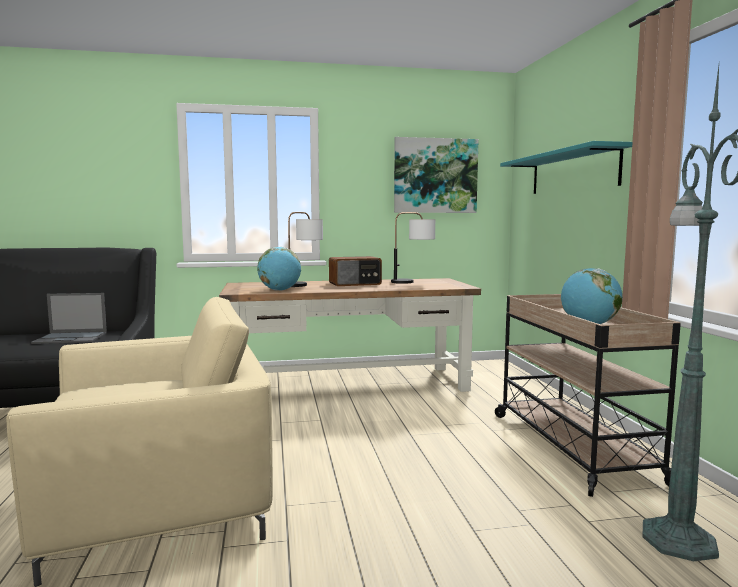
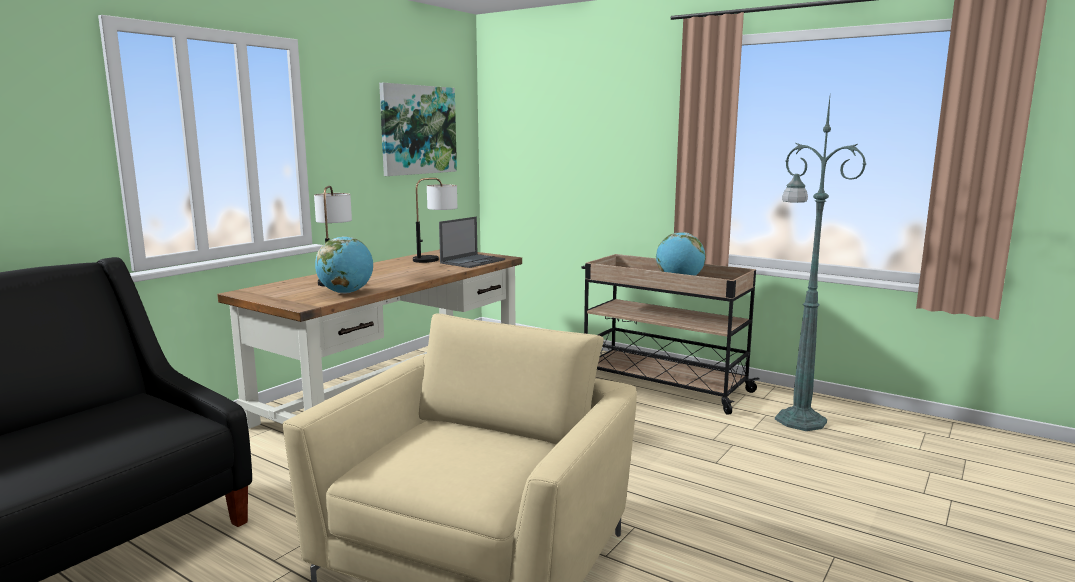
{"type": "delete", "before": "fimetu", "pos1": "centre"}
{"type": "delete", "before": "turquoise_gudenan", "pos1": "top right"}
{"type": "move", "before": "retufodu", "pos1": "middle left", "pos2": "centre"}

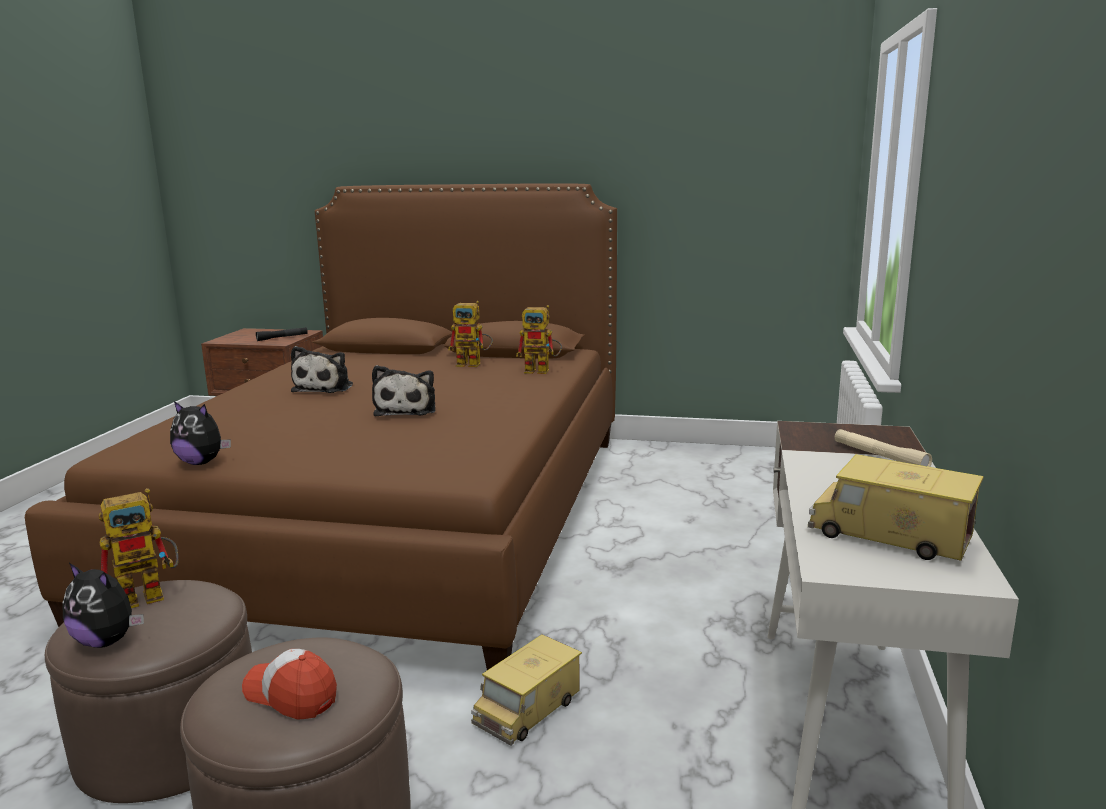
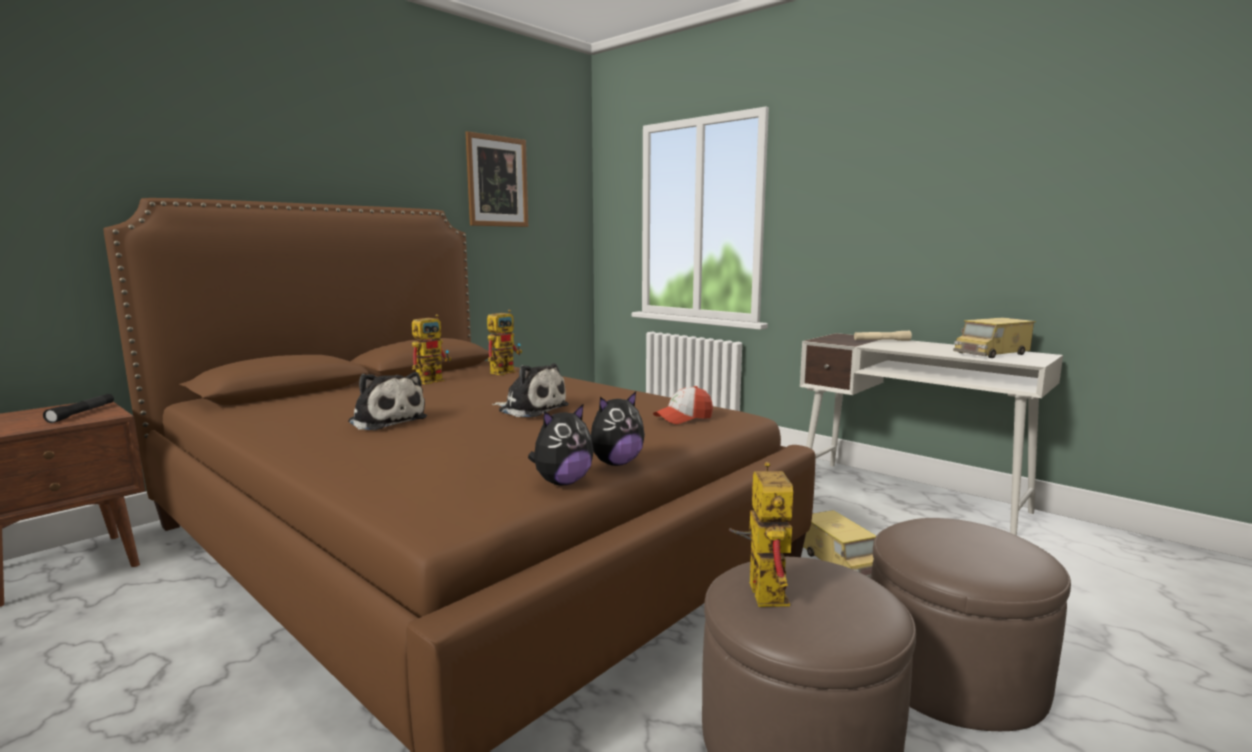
{"type": "insert", "after": "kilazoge", "pos2": "top centre"}
{"type": "move", "before": "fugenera (1st from left in the first image)", "after": "fugenera (4th from left)", "pos1": "bottom left", "pos2": "centre"}
{"type": "move", "before": "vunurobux", "pos1": "bottom left", "pos2": "centre"}

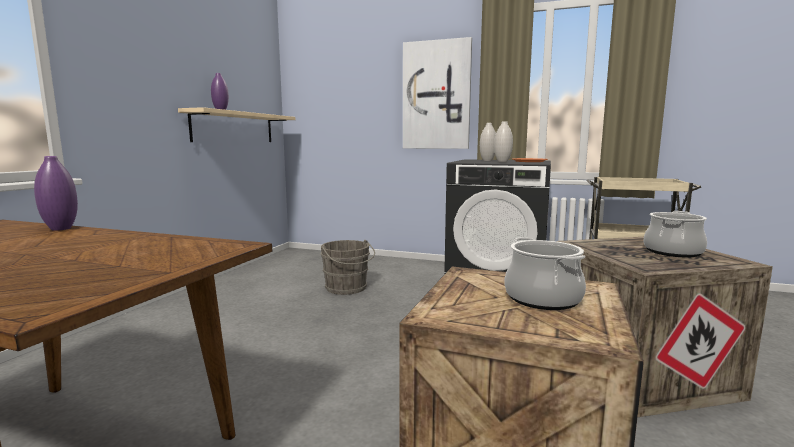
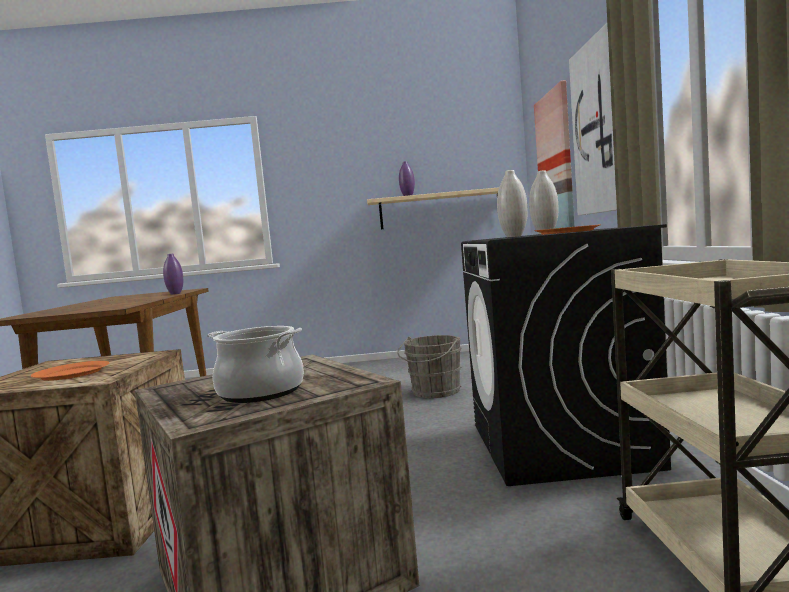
{"type": "insert", "after": "kilazoge (1st from left)", "pos2": "top right"}
{"type": "replace", "before": "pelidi (1st from left)", "after": "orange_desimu (1st from left)", "pos1": "middle right", "pos2": "middle left"}

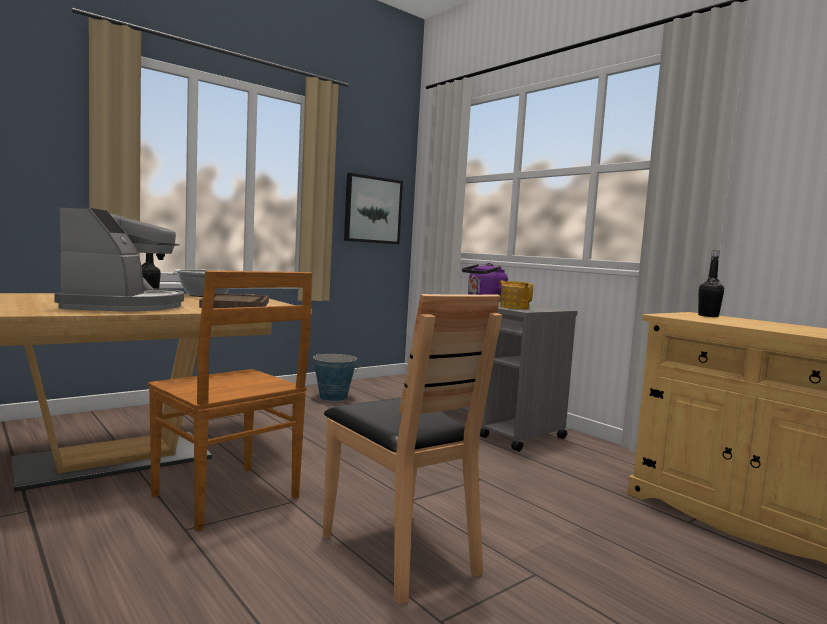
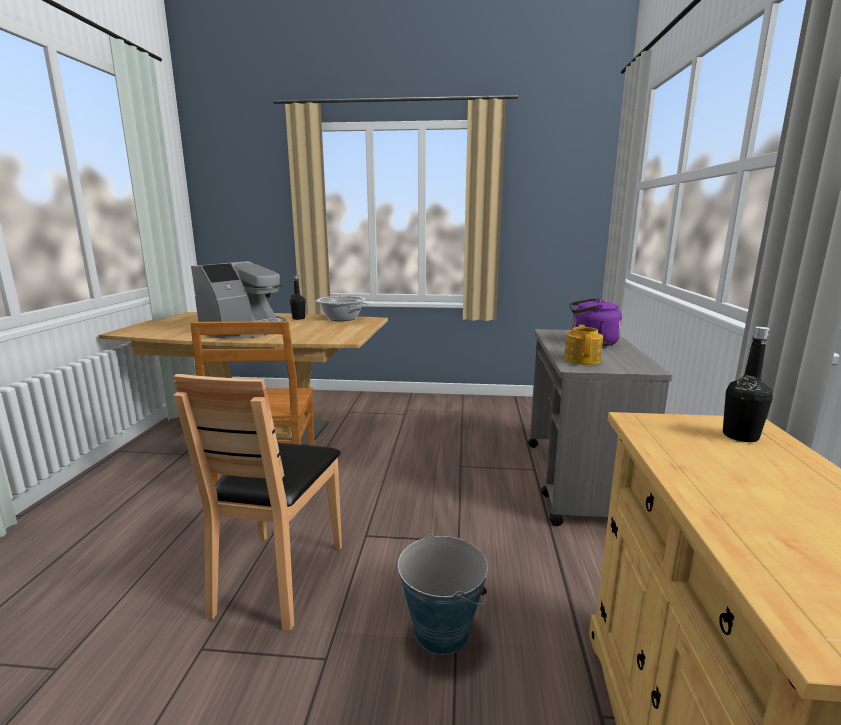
{"type": "delete", "before": "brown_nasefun", "pos1": "middle left"}
{"type": "delete", "before": "kilazoge", "pos1": "centre"}
{"type": "move", "before": "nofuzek", "pos1": "centre", "pos2": "bottom centre"}

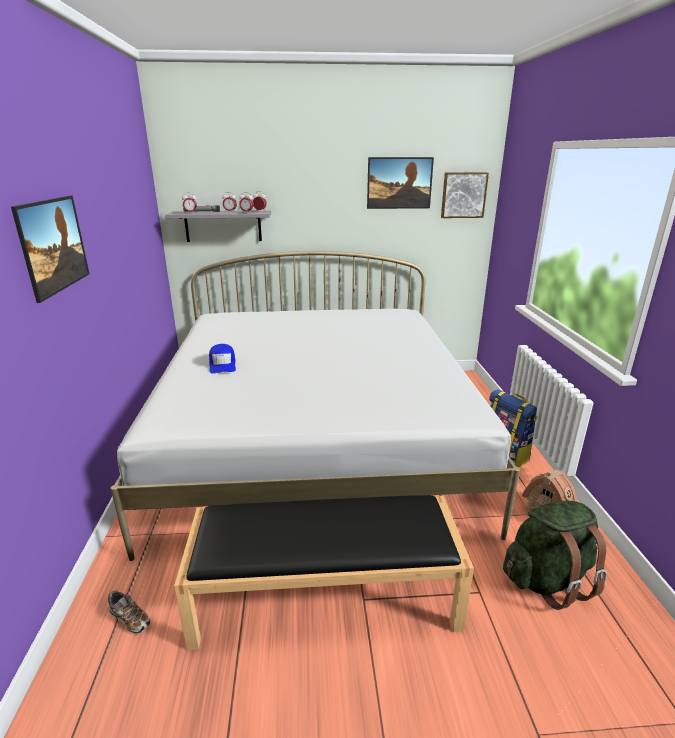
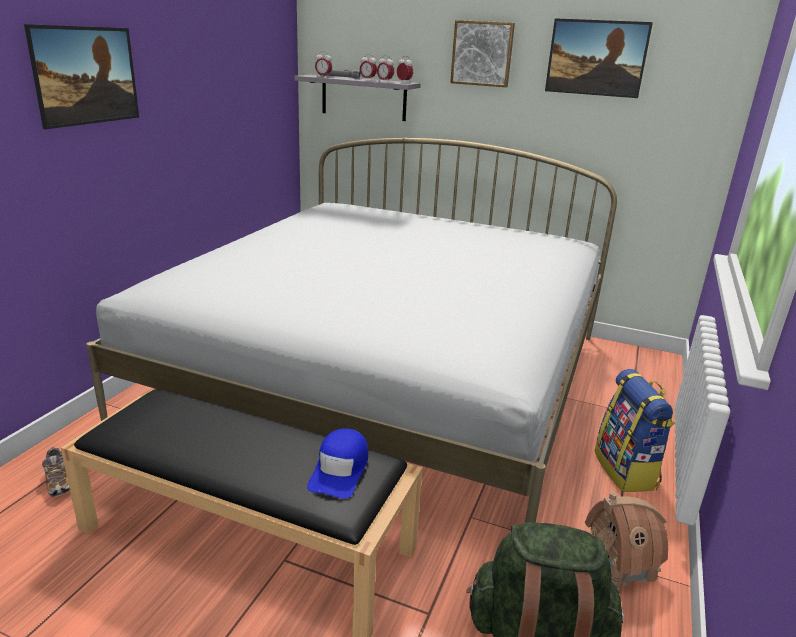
{"type": "move", "before": "blue_vunurobux", "pos1": "middle left", "pos2": "bottom centre"}
{"type": "move", "before": "kilazoge (3rd from left in the first image)", "after": "kilazoge (2nd from left)", "pos1": "top right", "pos2": "top centre"}

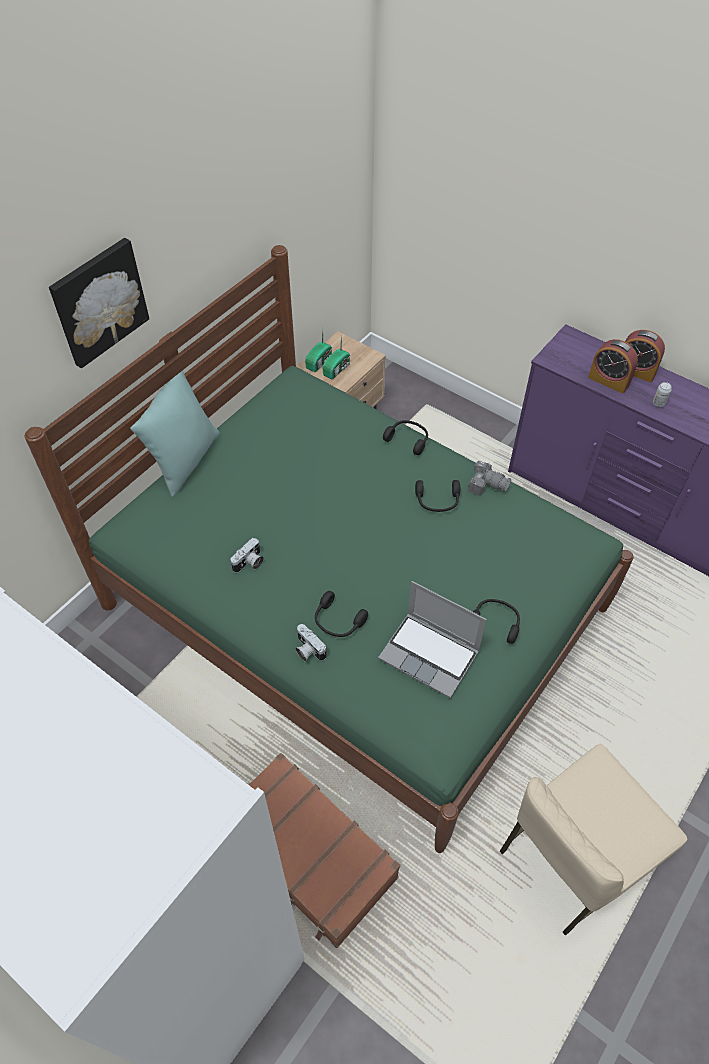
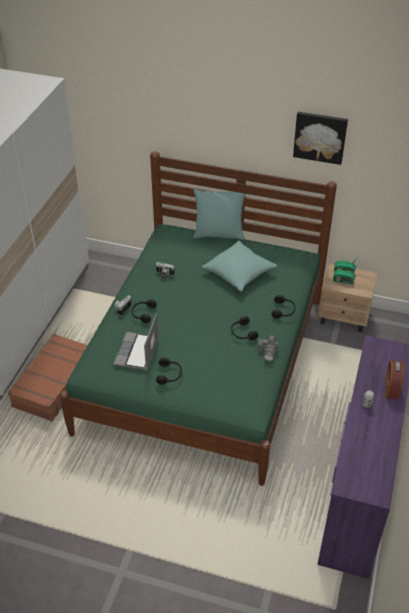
{"type": "delete", "before": "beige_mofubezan", "pos1": "bottom right"}
{"type": "delete", "before": "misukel (1st from left)", "pos1": "middle right"}
{"type": "insert", "after": "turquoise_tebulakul (2nd from left)", "pos2": "centre"}
{"type": "move", "before": "kilazoge", "pos1": "top left", "pos2": "top right"}

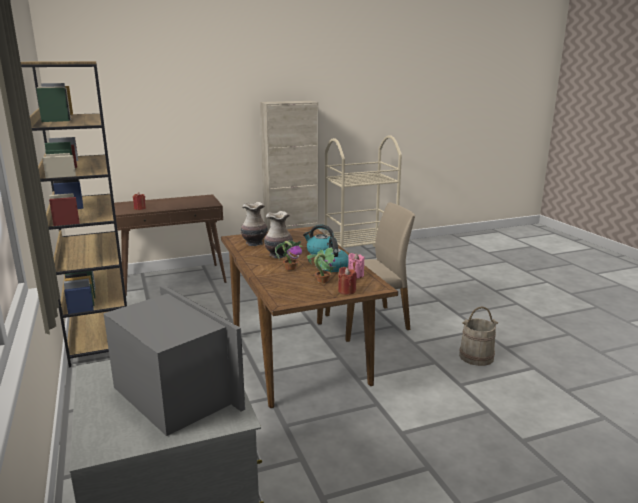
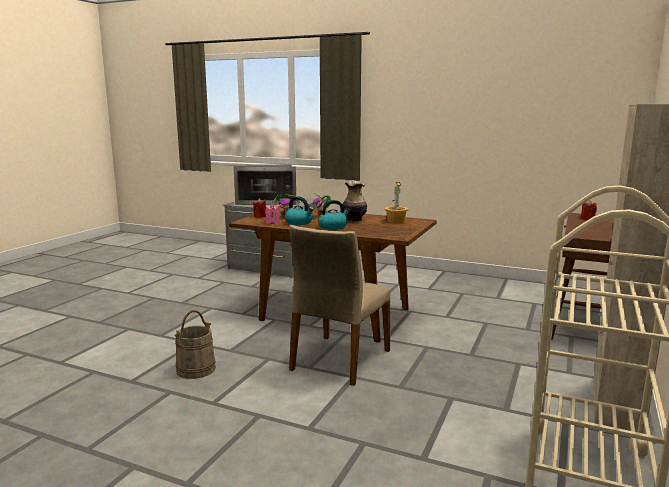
{"type": "delete", "before": "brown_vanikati", "pos1": "middle left"}
{"type": "replace", "before": "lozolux (1st from left)", "after": "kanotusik (3rd from left)", "pos1": "centre", "pos2": "centre"}

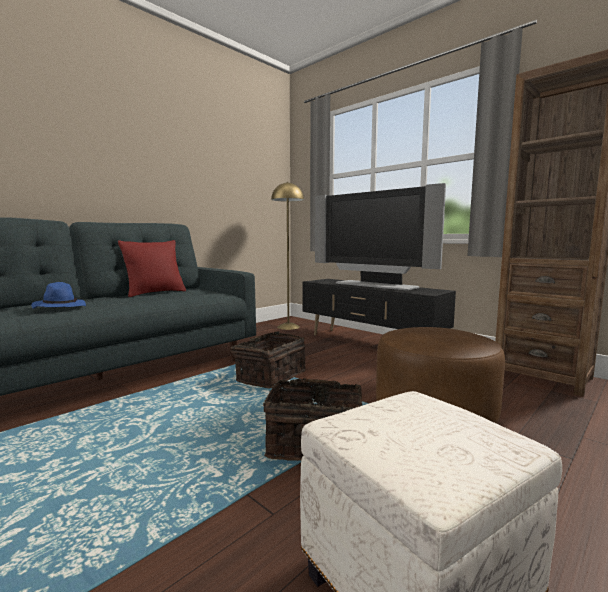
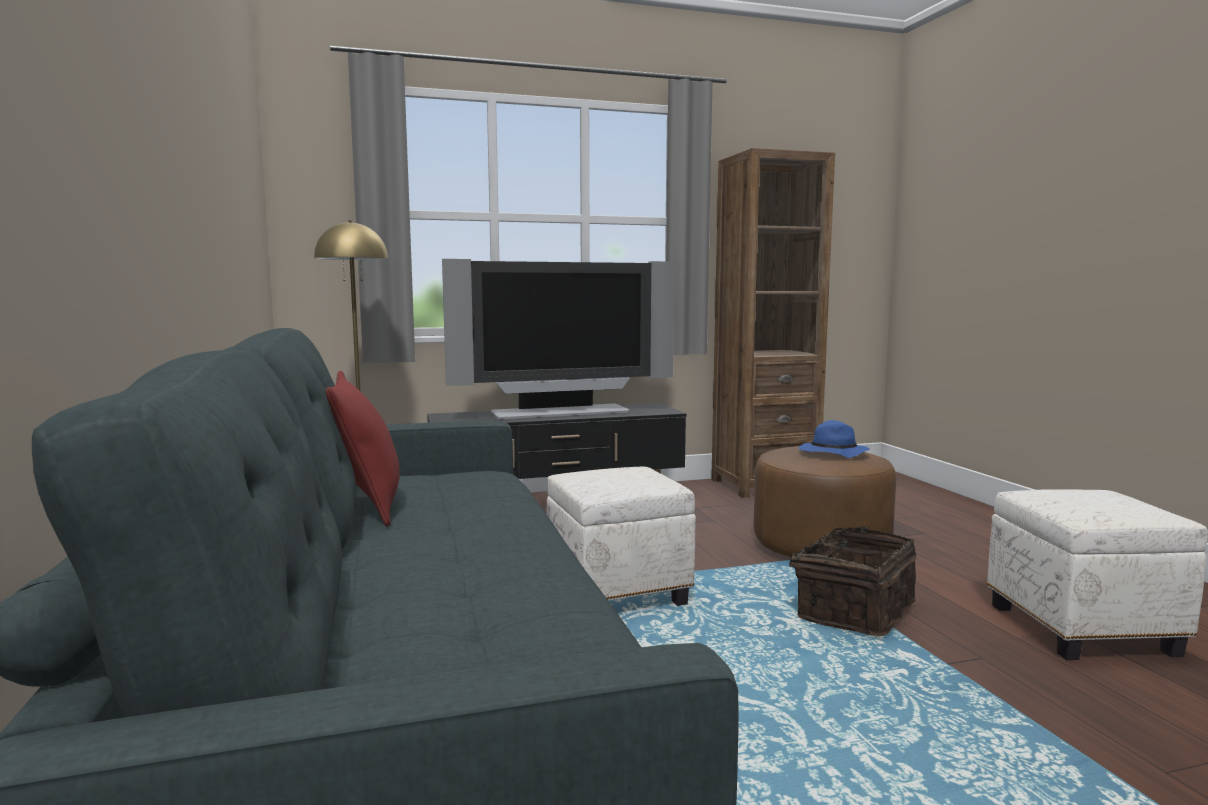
{"type": "move", "before": "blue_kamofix", "pos1": "middle left", "pos2": "middle right"}
{"type": "replace", "before": "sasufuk (1st from left)", "after": "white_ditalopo (1st from left)", "pos1": "centre", "pos2": "centre"}

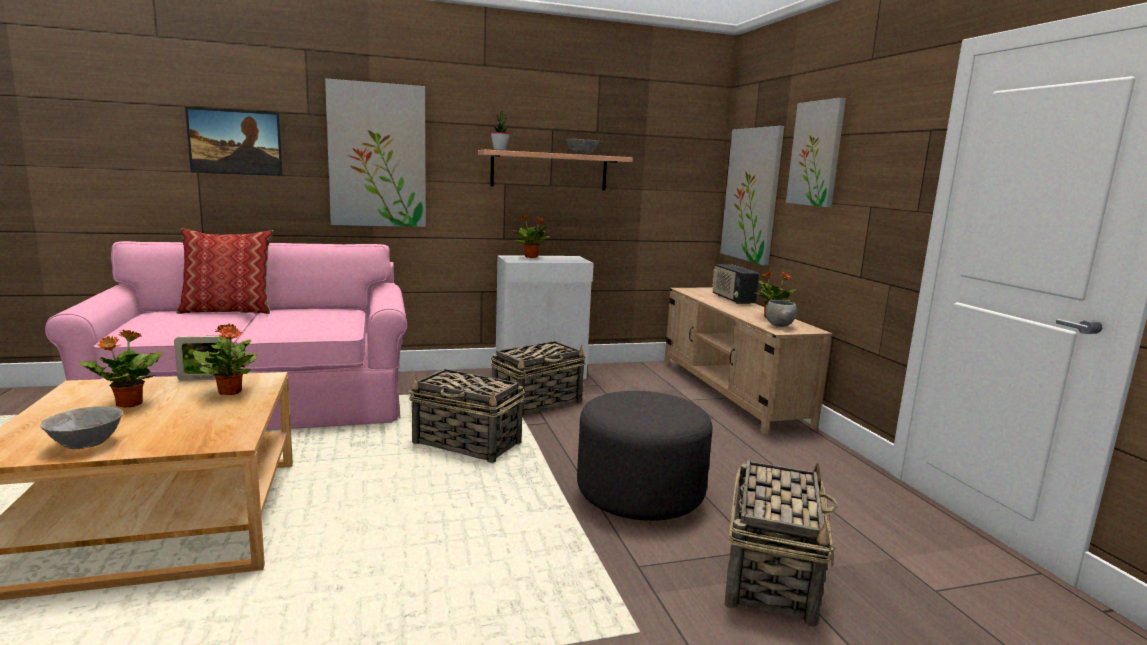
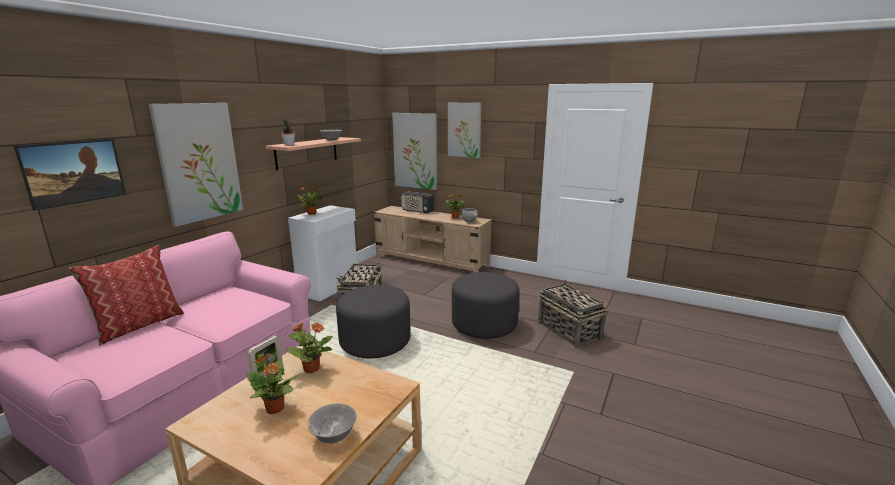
{"type": "replace", "before": "sasufuk (1st from left)", "after": "grey_ditalopo (1st from left)", "pos1": "centre", "pos2": "centre"}

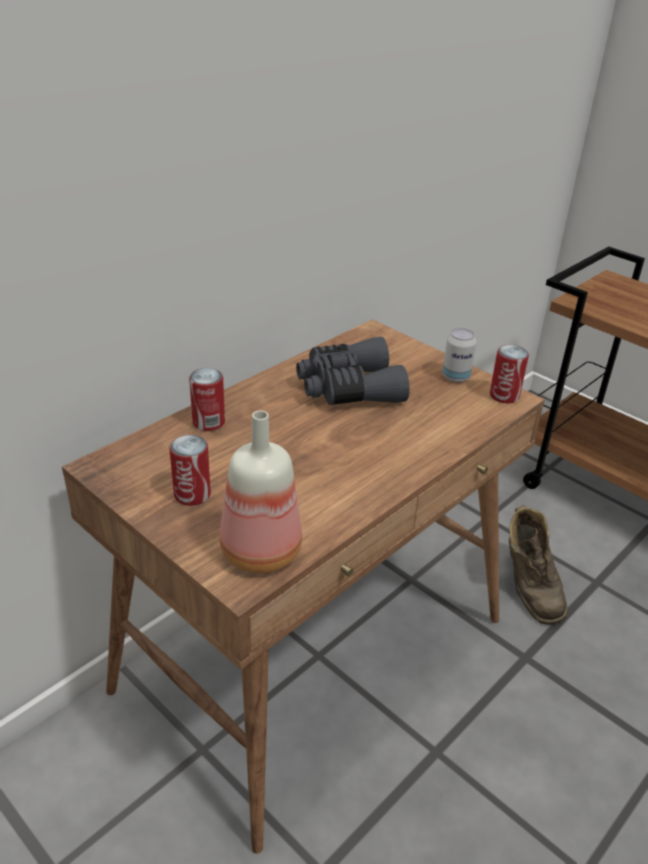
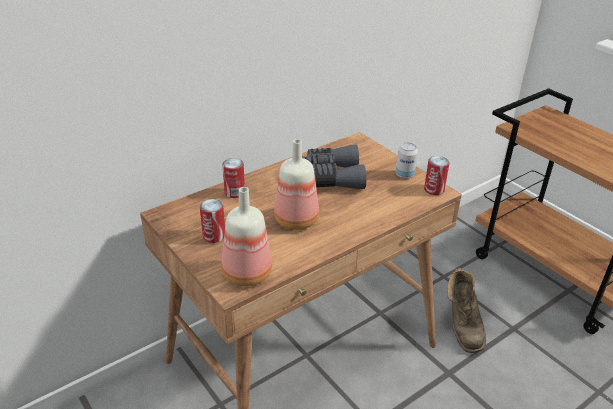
{"type": "insert", "after": "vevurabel (2nd from left)", "pos2": "centre"}

